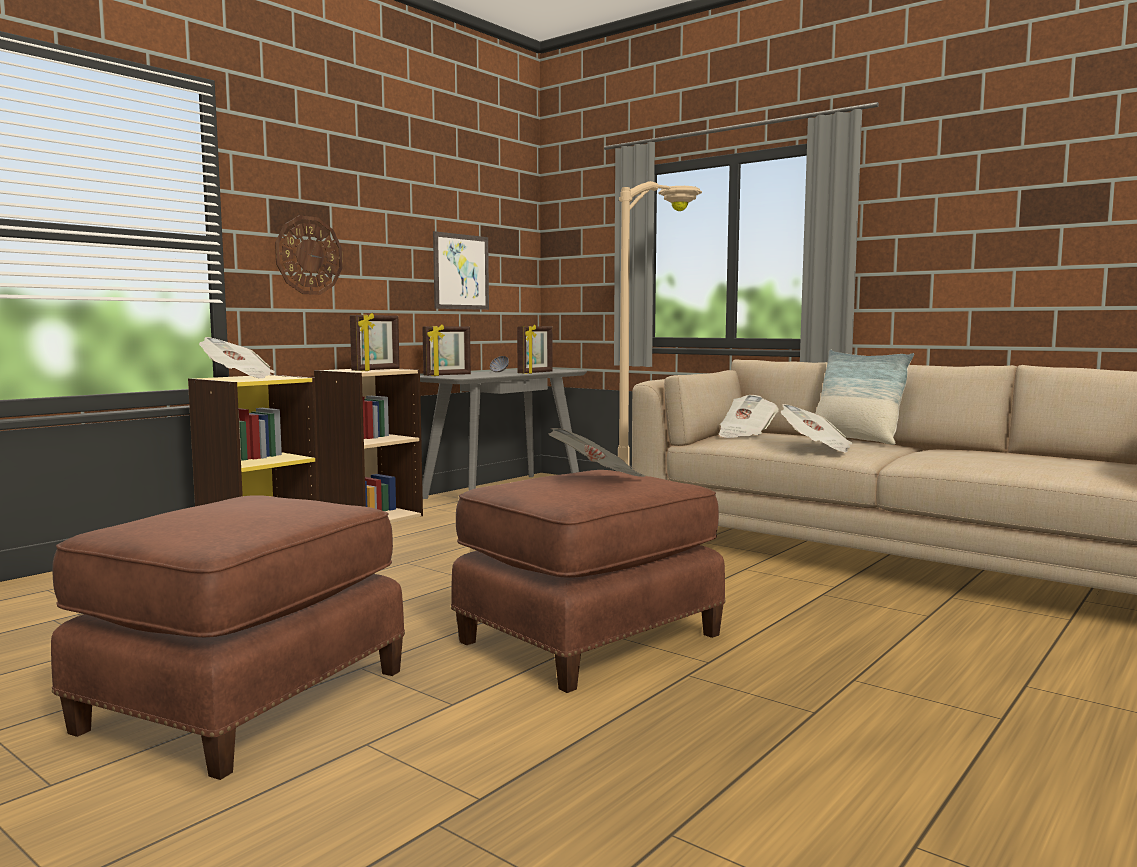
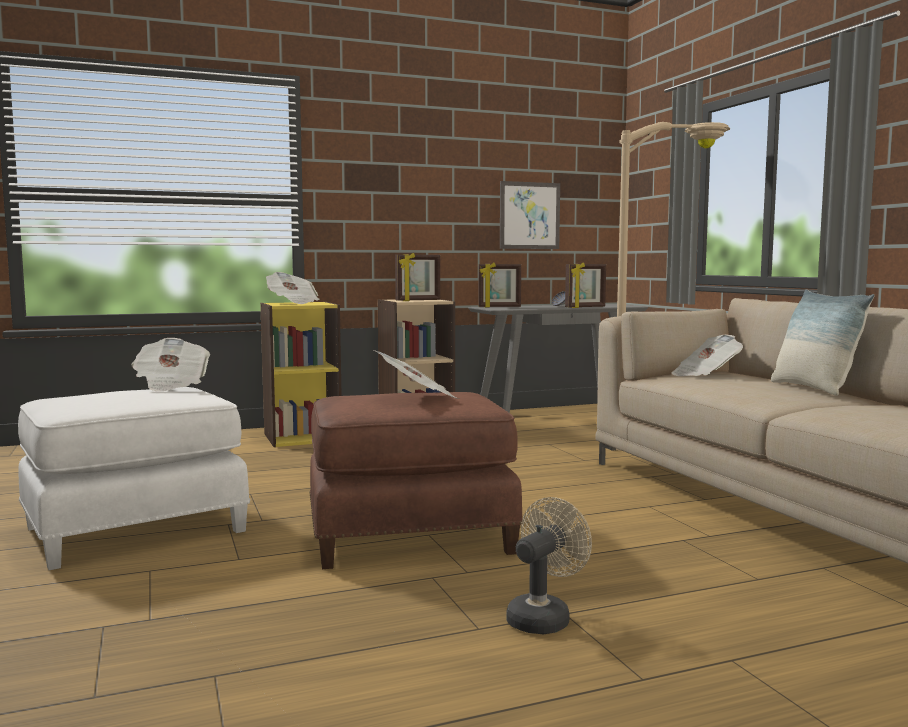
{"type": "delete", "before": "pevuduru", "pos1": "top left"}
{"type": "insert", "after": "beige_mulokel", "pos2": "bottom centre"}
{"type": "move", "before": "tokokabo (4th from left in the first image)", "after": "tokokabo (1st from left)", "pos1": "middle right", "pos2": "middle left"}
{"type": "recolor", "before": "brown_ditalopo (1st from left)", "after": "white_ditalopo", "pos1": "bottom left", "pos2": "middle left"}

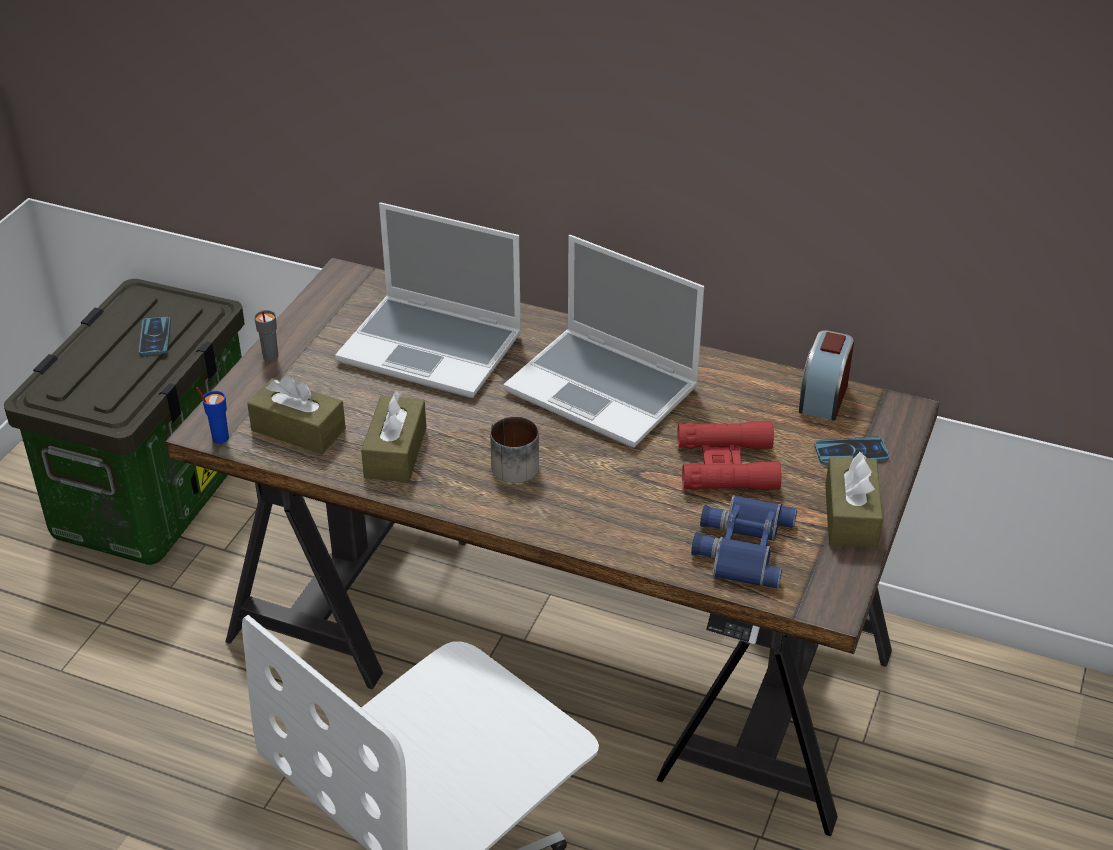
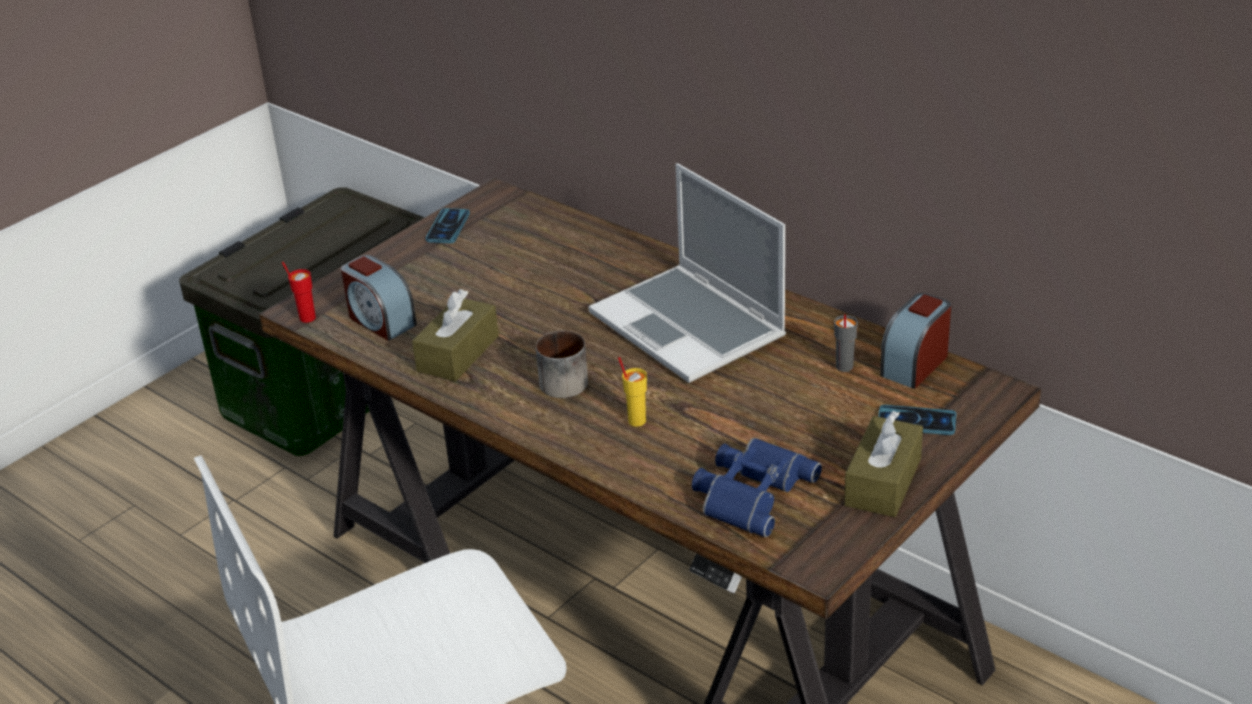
{"type": "delete", "before": "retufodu (1st from left)", "pos1": "centre"}
{"type": "delete", "before": "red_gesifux", "pos1": "centre"}
{"type": "insert", "after": "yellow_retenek", "pos2": "centre"}
{"type": "move", "before": "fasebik (1st from left)", "pos1": "middle left", "pos2": "top centre"}
{"type": "move", "before": "grey_retenek", "pos1": "middle left", "pos2": "middle right"}
{"type": "replace", "before": "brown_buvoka (1st from left)", "after": "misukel (1st from left)", "pos1": "middle left", "pos2": "middle left"}
{"type": "recolor", "before": "blue_retenek", "after": "red_retenek", "pos1": "middle left", "pos2": "middle left"}

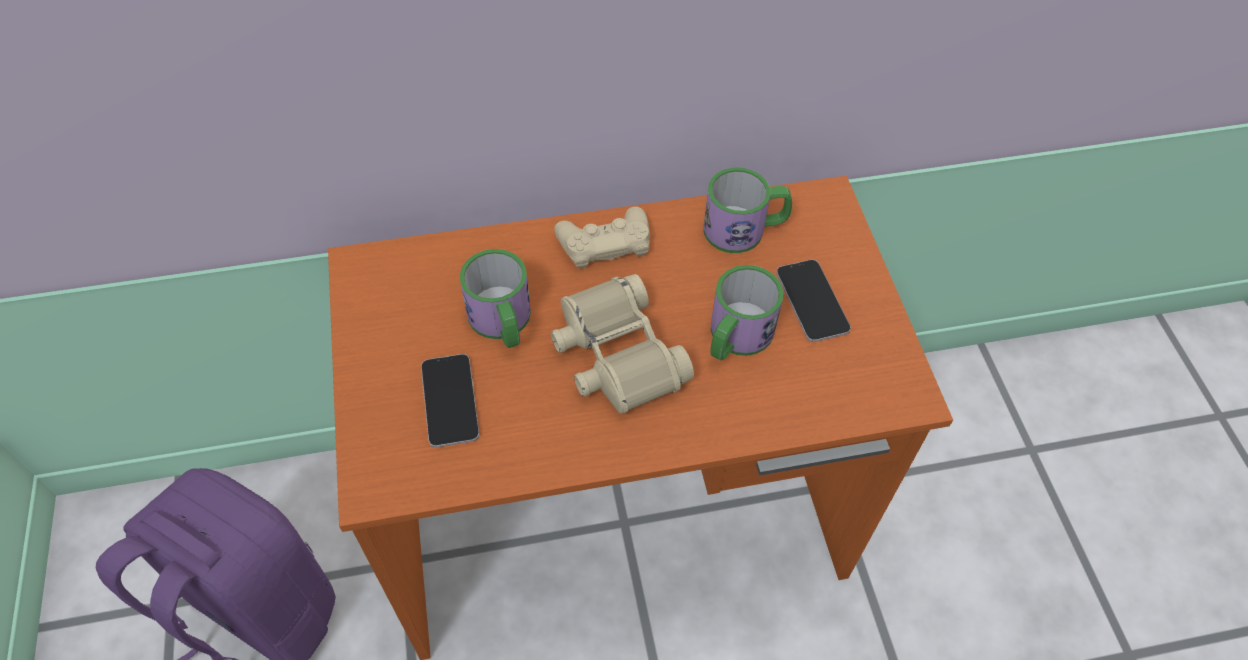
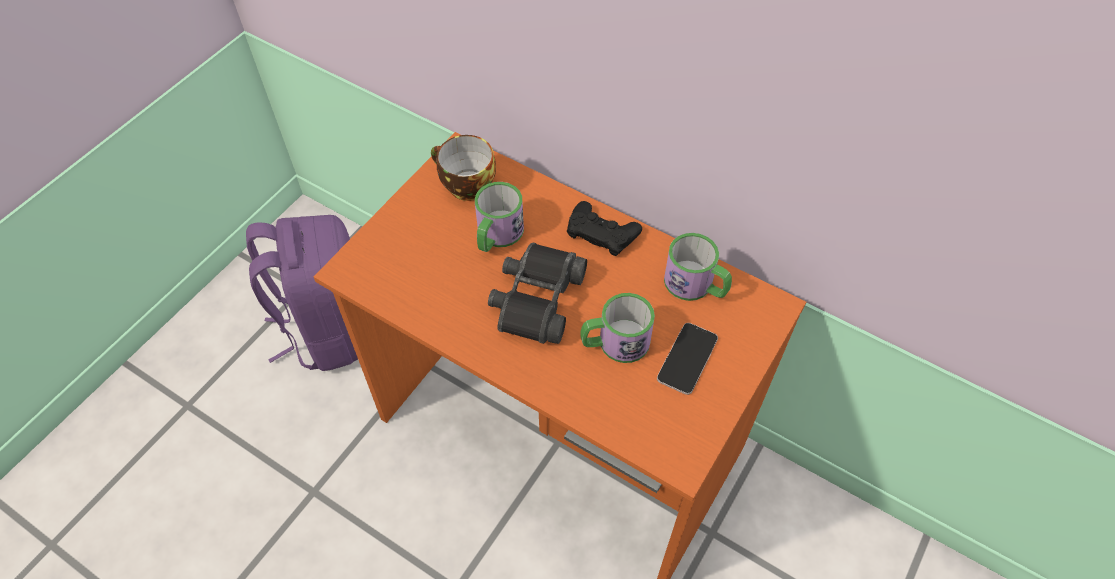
{"type": "delete", "before": "fasebik (1st from left)", "pos1": "centre"}
{"type": "insert", "after": "retenek", "pos2": "top centre"}
{"type": "recolor", "before": "beige_gesifux", "after": "black_gesifux", "pos1": "centre", "pos2": "centre"}
{"type": "recolor", "before": "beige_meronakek", "after": "black_meronakek", "pos1": "centre", "pos2": "centre"}

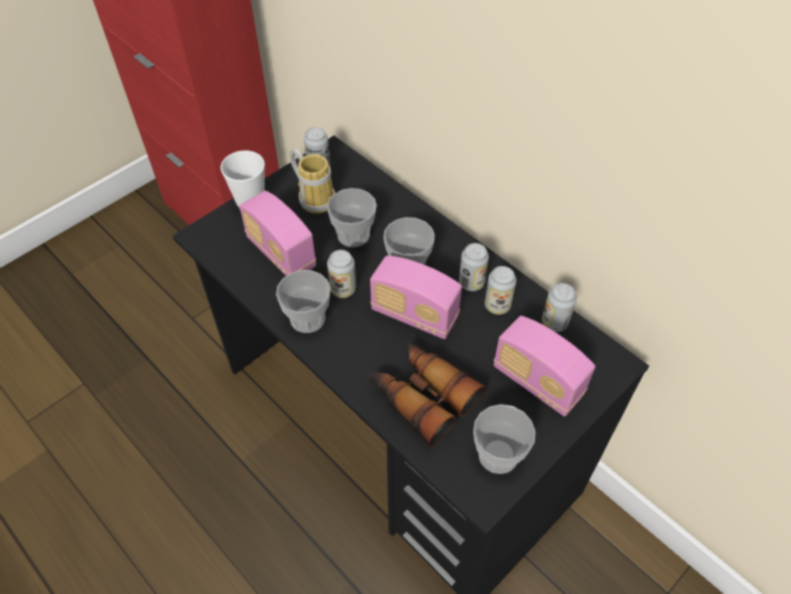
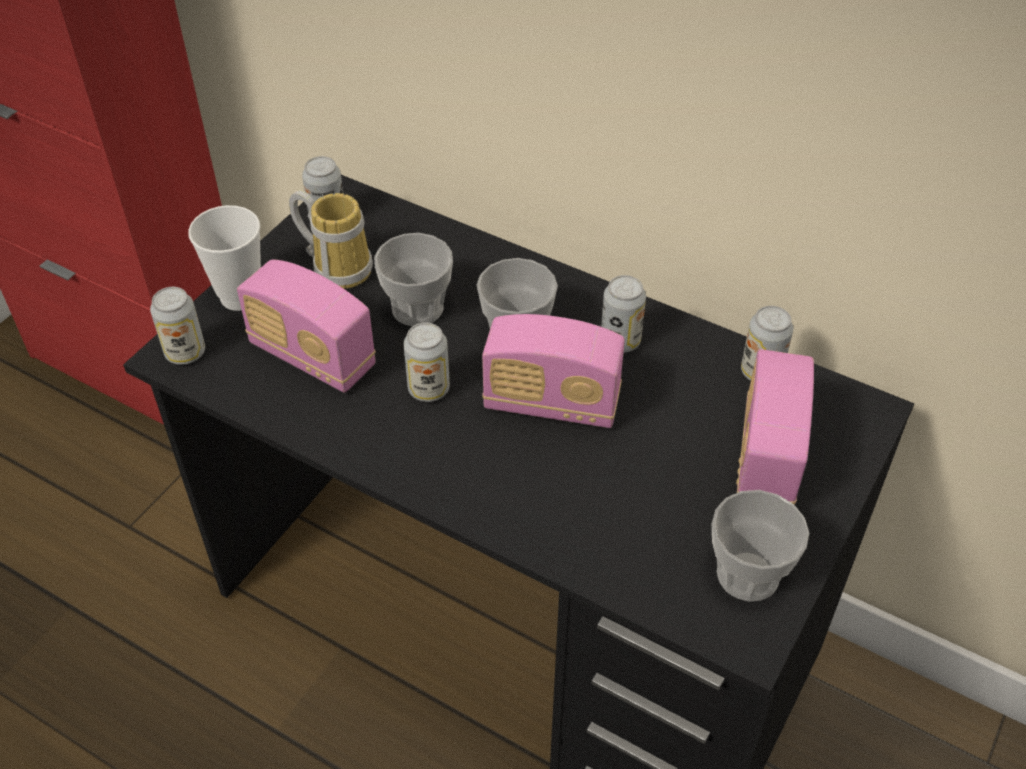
{"type": "delete", "before": "retenek (2nd from left)", "pos1": "centre"}
{"type": "delete", "before": "gesifux", "pos1": "centre"}
{"type": "move", "before": "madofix (4th from left in the first image)", "after": "madofix (1st from left)", "pos1": "centre", "pos2": "middle left"}
{"type": "rotate", "before": "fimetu (3rd from left)", "pos1": "middle right", "pos2": "middle right", "turn": 75}

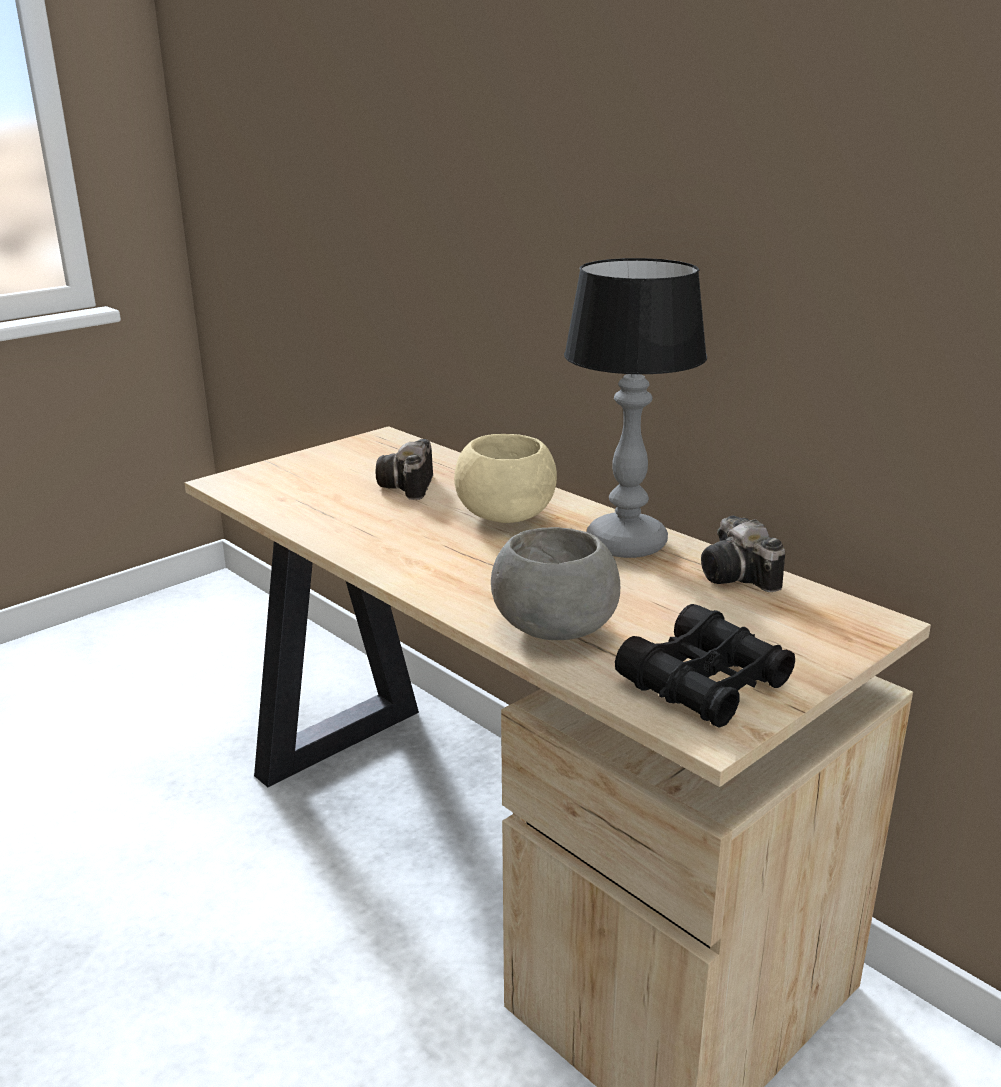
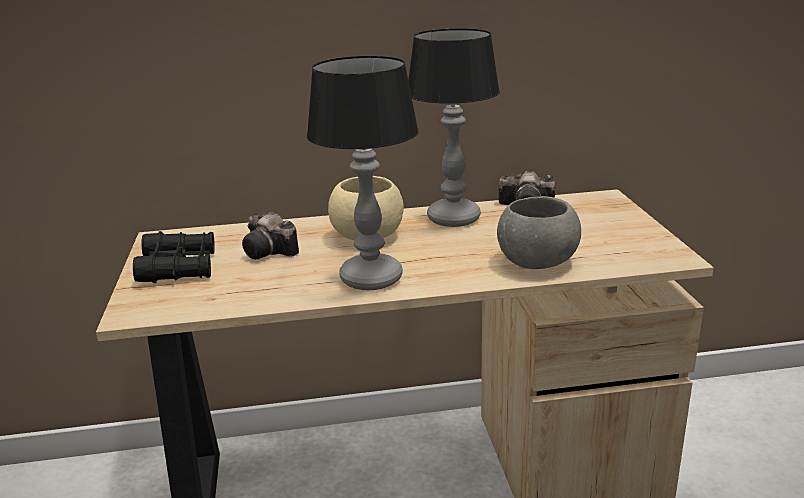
{"type": "insert", "after": "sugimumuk (1st from left)", "pos2": "centre"}
{"type": "move", "before": "black_gesifux", "pos1": "middle right", "pos2": "middle left"}

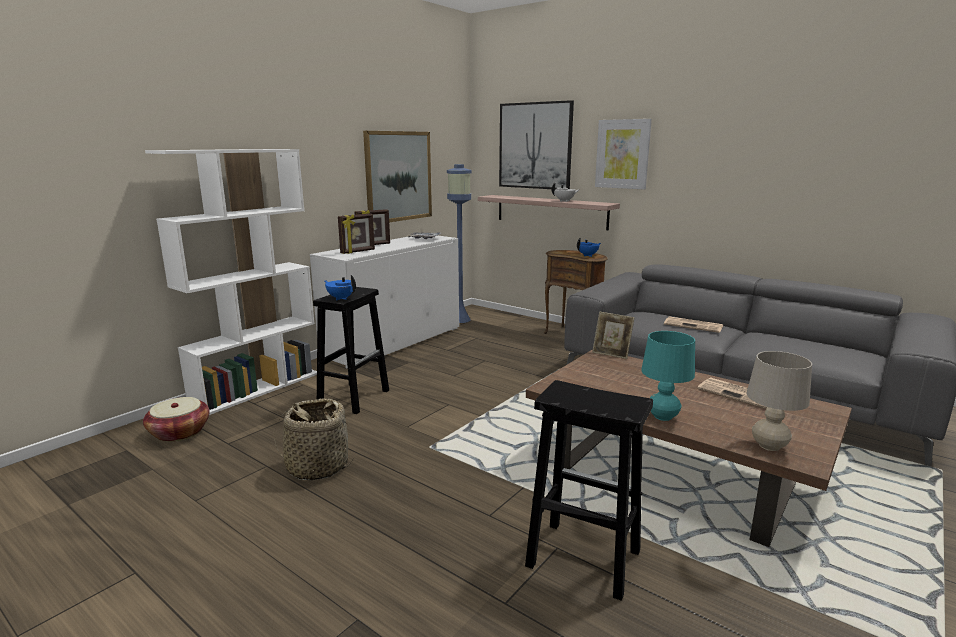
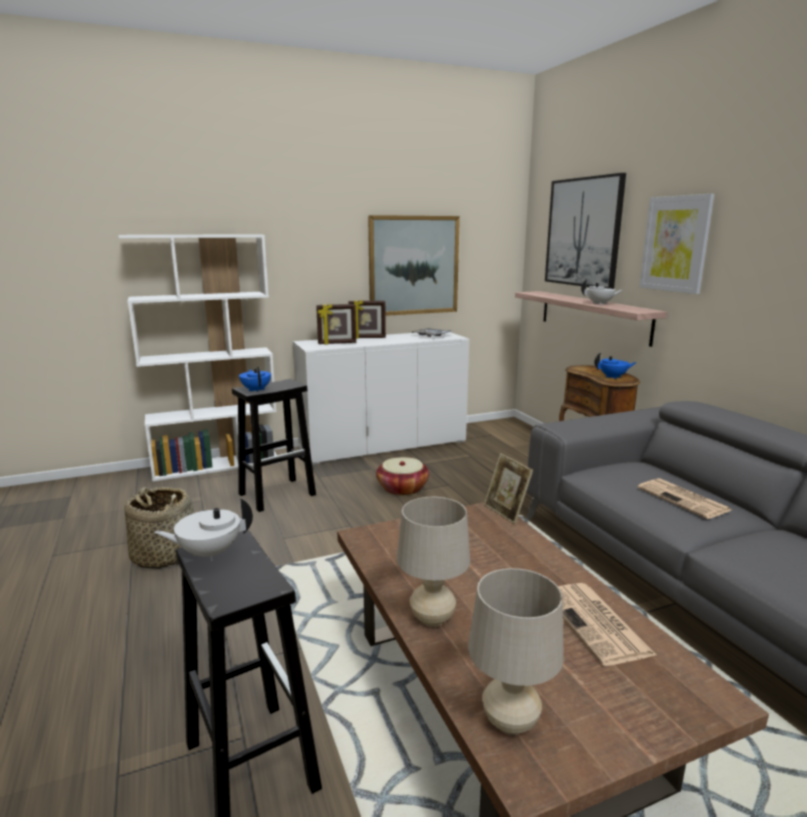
{"type": "delete", "before": "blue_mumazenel", "pos1": "centre"}
{"type": "insert", "after": "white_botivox (1st from left)", "pos2": "middle left"}
{"type": "move", "before": "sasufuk (1st from left in the first image)", "after": "sasufuk (2nd from left)", "pos1": "middle left", "pos2": "centre"}
{"type": "recolor", "before": "turquoise_sugimumuk", "after": "beige_sugimumuk (1st from left)", "pos1": "middle right", "pos2": "bottom centre"}

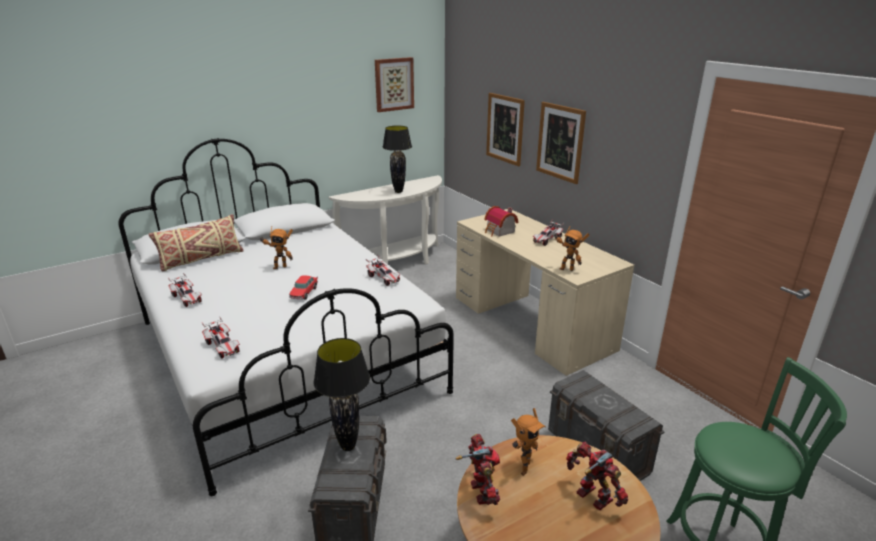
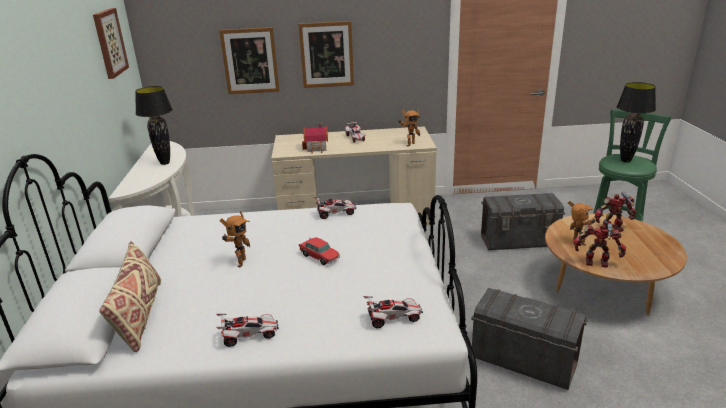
{"type": "move", "before": "black_sugimumuk (1st from left in the first image)", "after": "black_sugimumuk (2nd from left)", "pos1": "bottom centre", "pos2": "top right"}

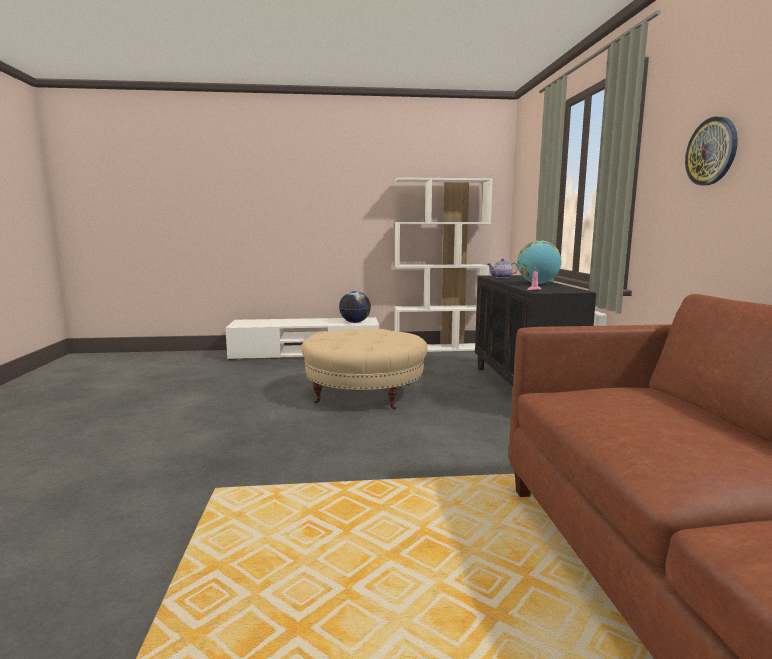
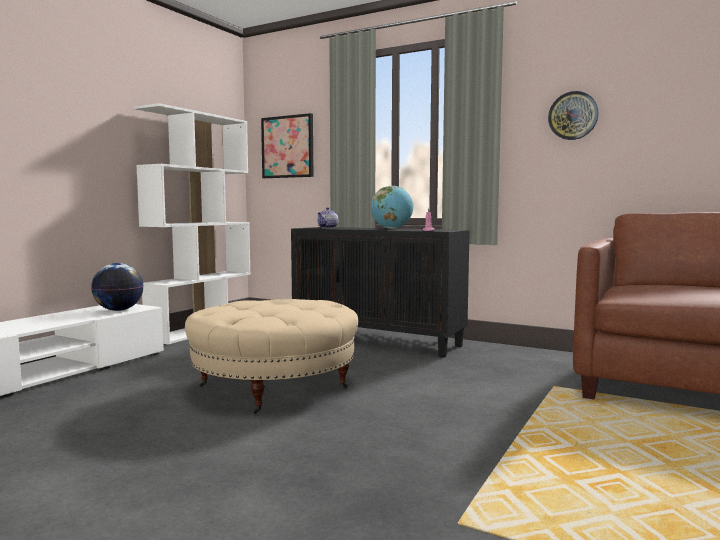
{"type": "insert", "after": "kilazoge", "pos2": "top centre"}

